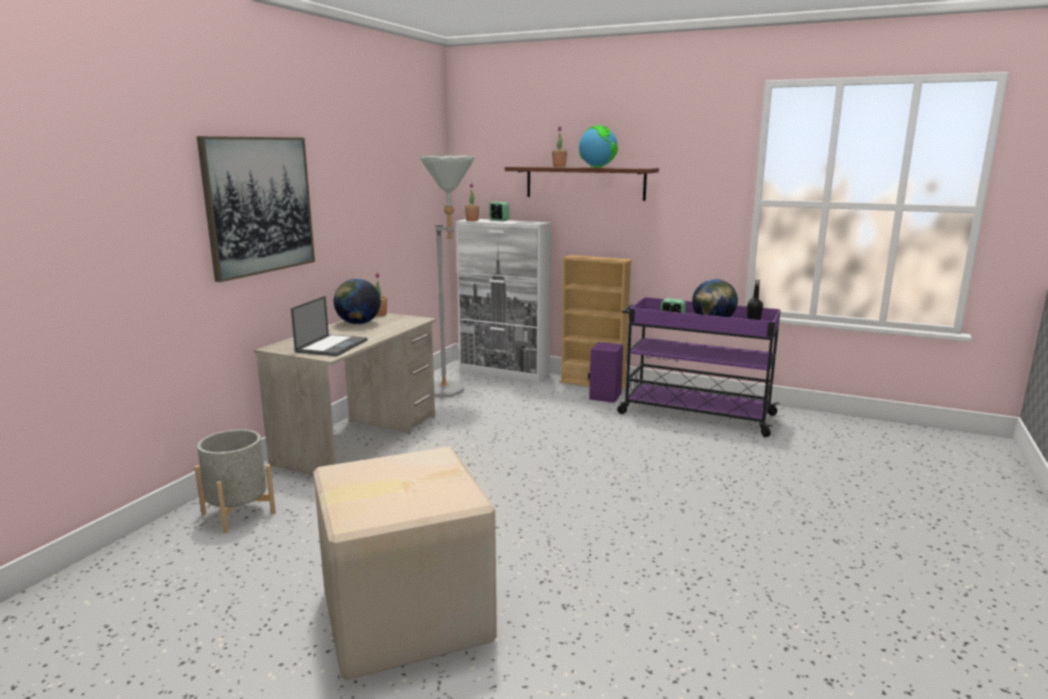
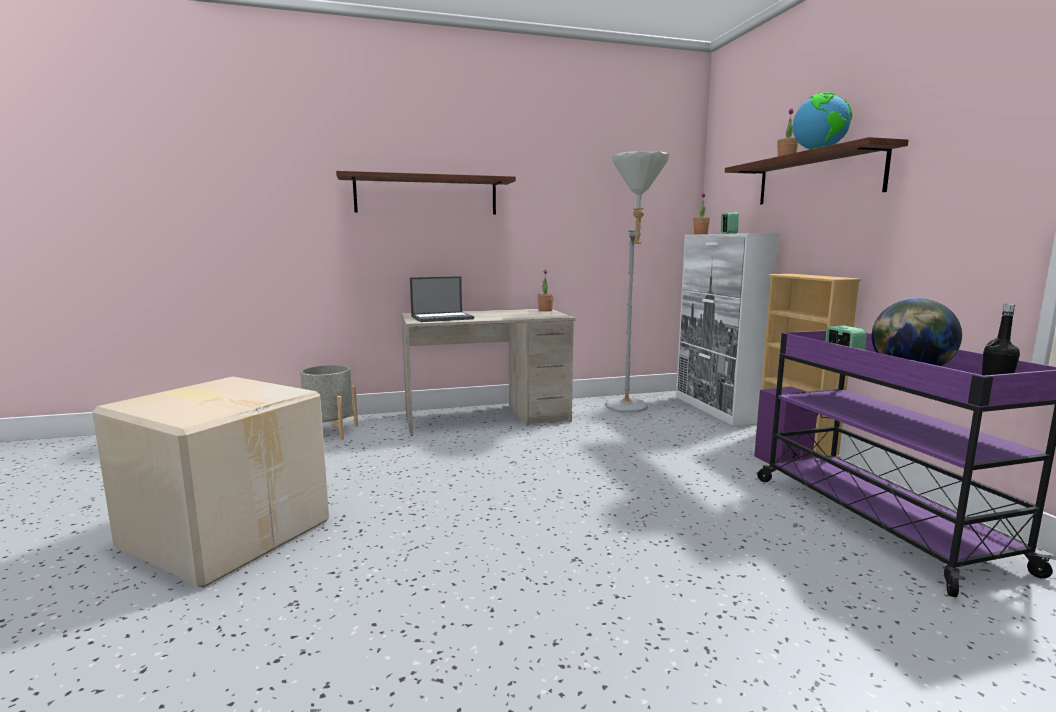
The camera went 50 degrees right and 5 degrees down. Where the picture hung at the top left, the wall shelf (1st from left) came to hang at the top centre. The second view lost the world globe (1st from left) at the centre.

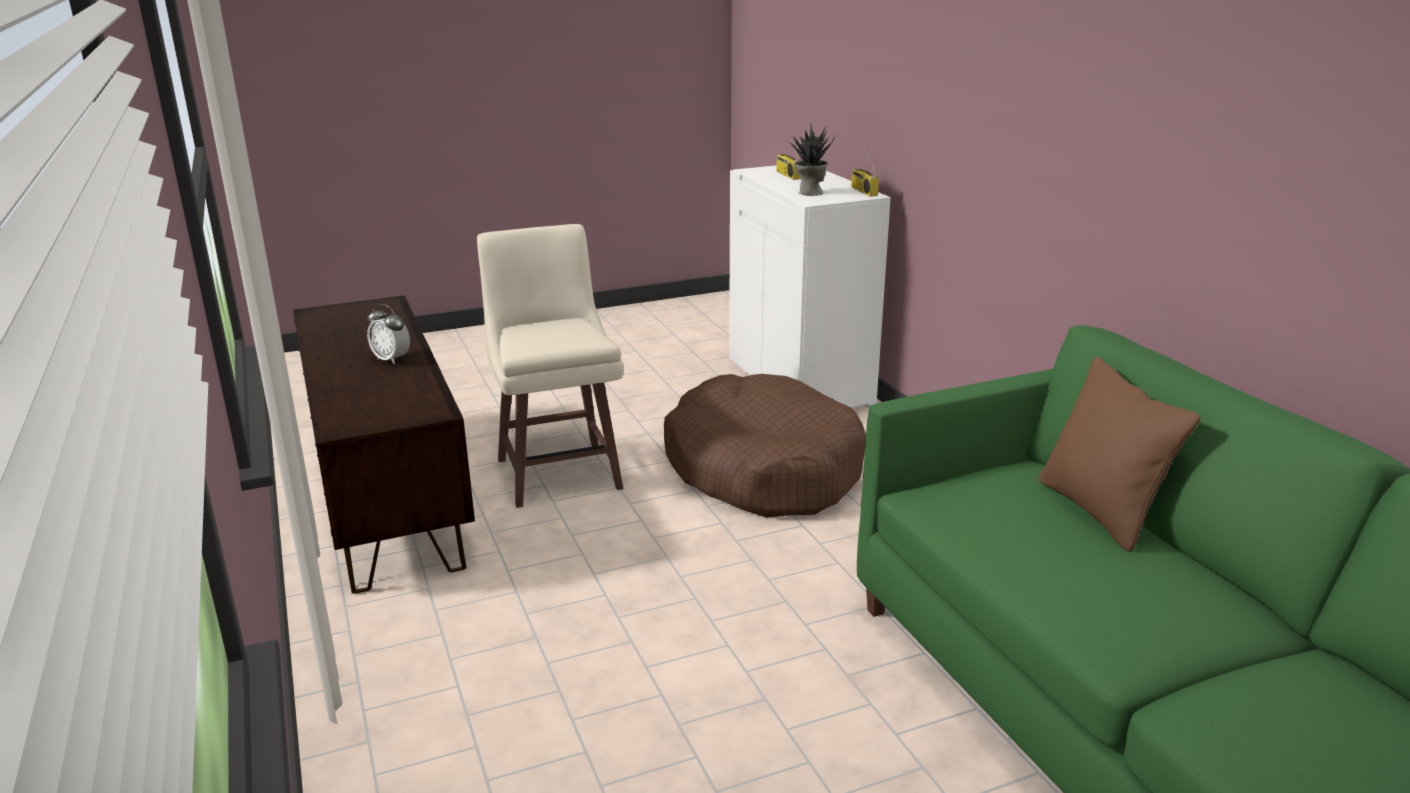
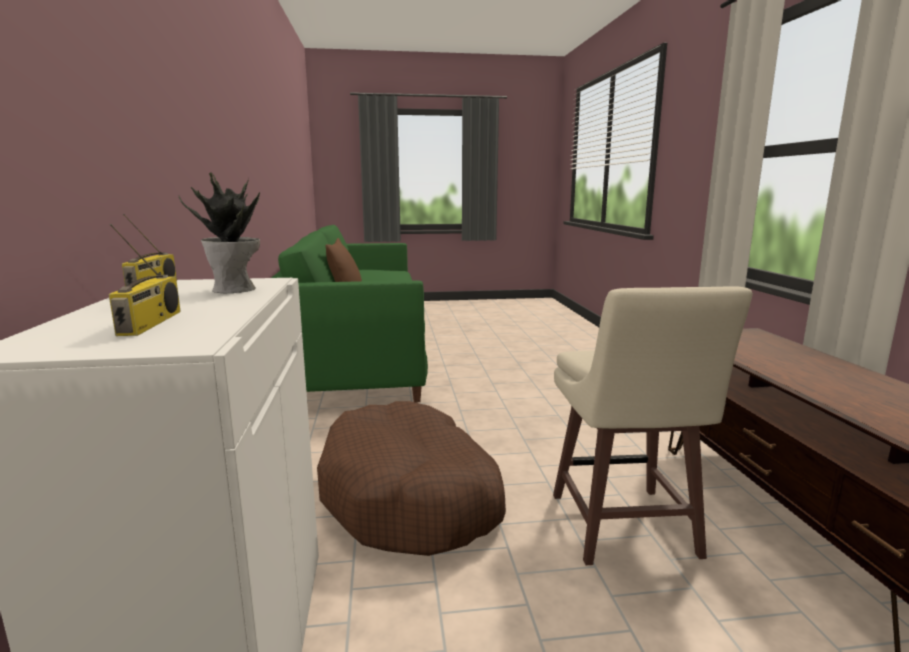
The camera went 165 degrees left and 10 degrees down. The second view lost the bedside clock at the middle left.

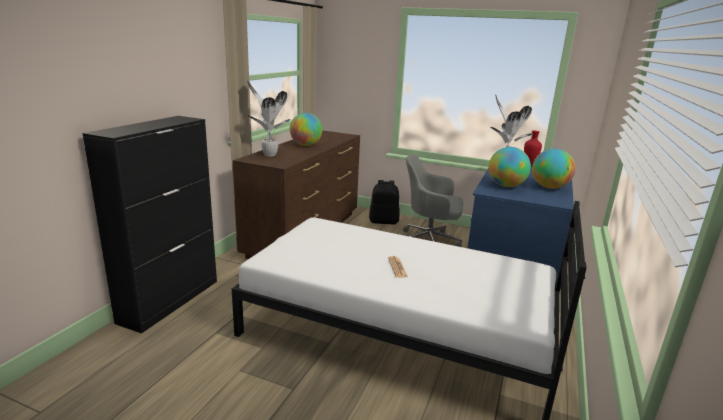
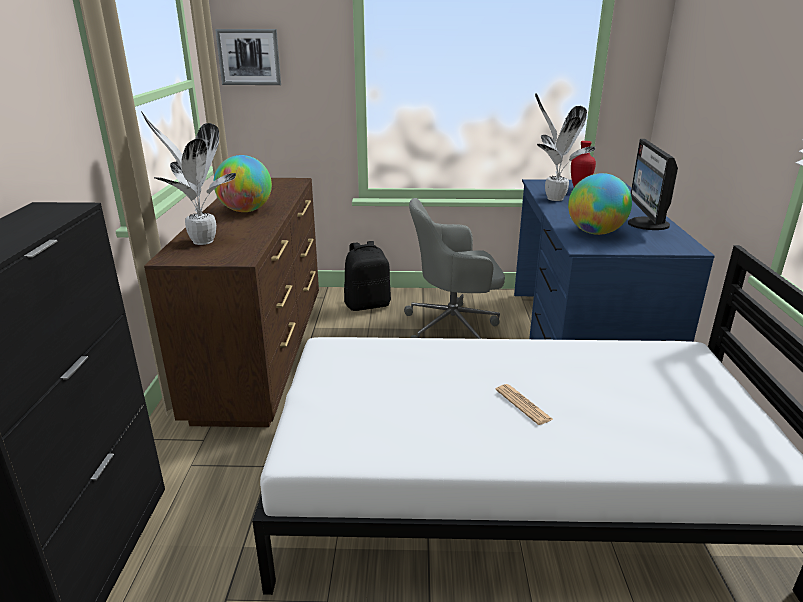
The camera went 20 degrees left and 5 degrees up. Where the world globe (3rd from left) stood at the middle right, the computer screen came to stand at the top right. The second view gained the picture at the top left.

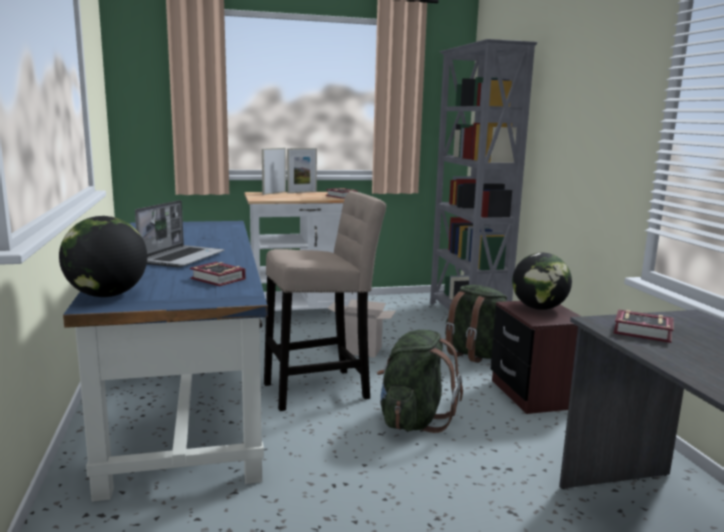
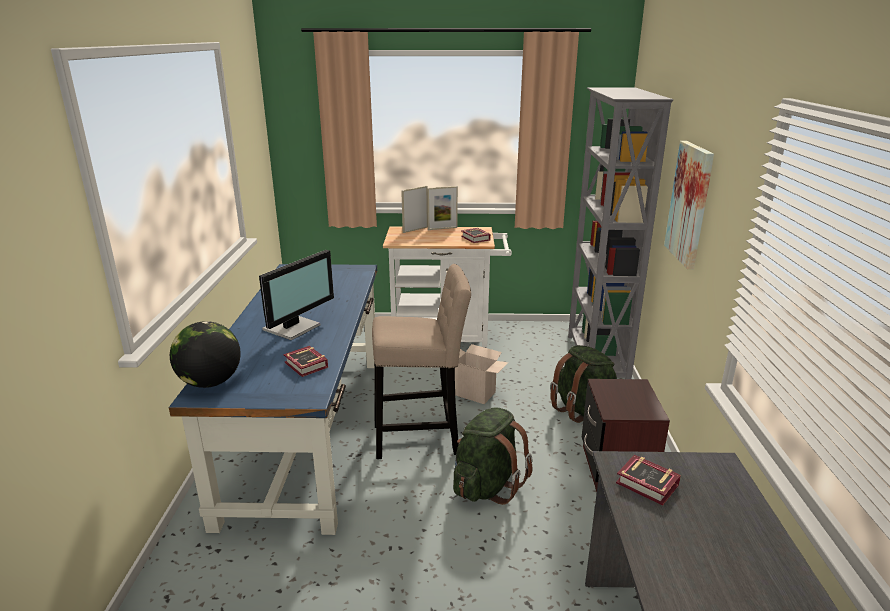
The camera went 15 degrees right and 10 degrees up. Where the portable computer stood at the middle left, the computer screen came to stand at the middle left. The second view lost the world globe (2nd from left) at the middle right. The second view gained the picture at the middle right.

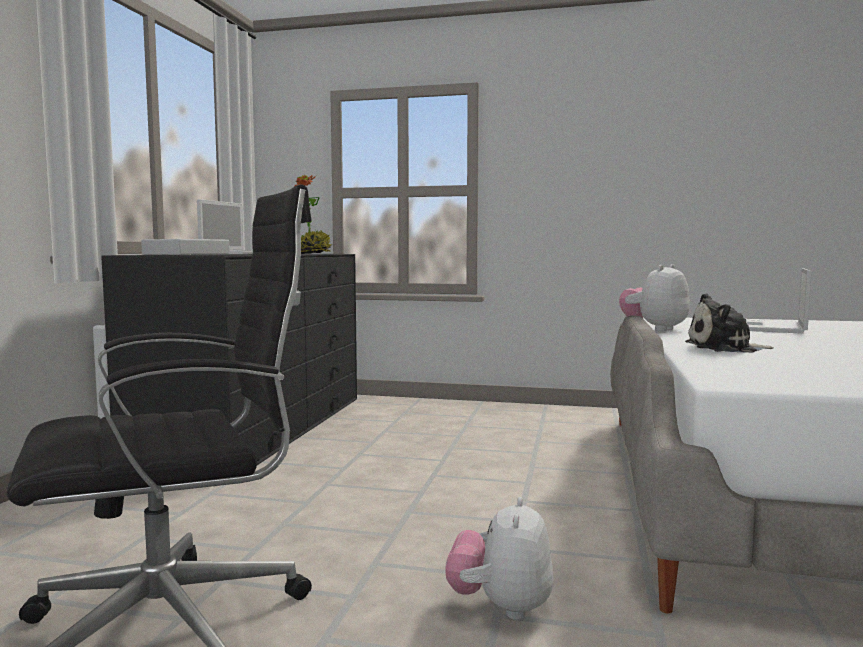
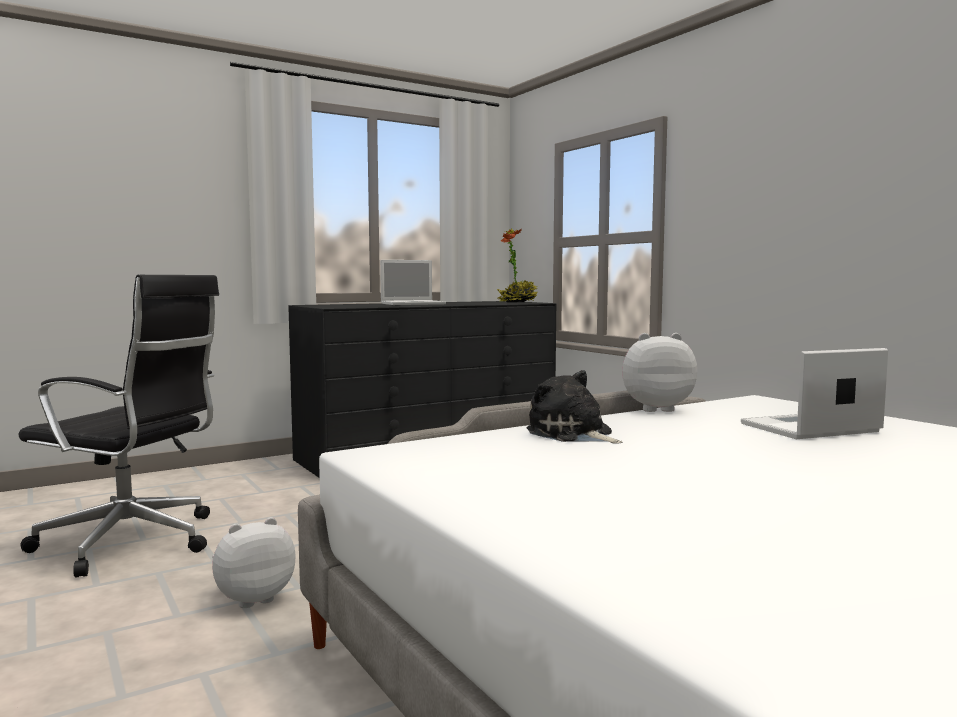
The camera went 45 degrees right and 0 degrees up. The second view lost the gray carrying tray at the middle left.

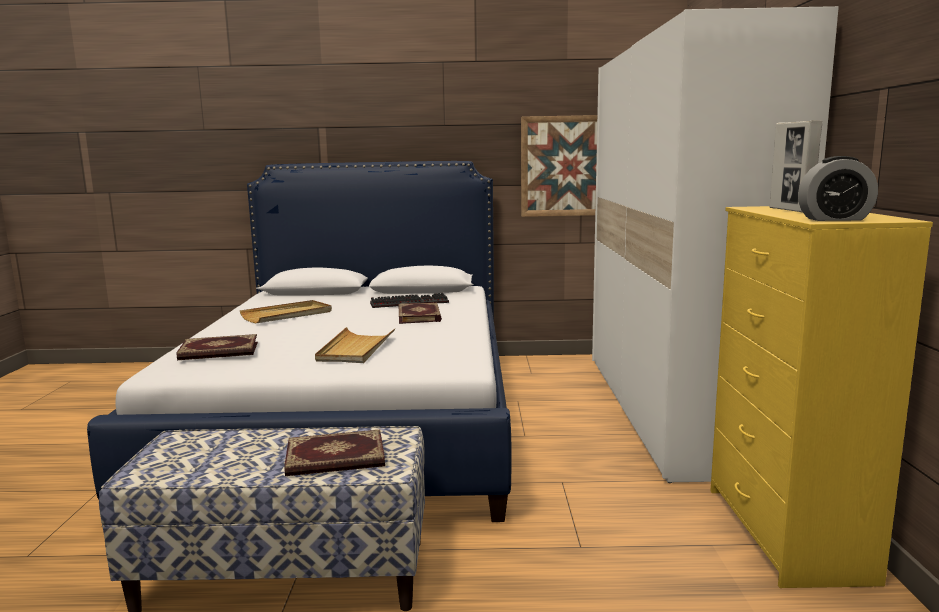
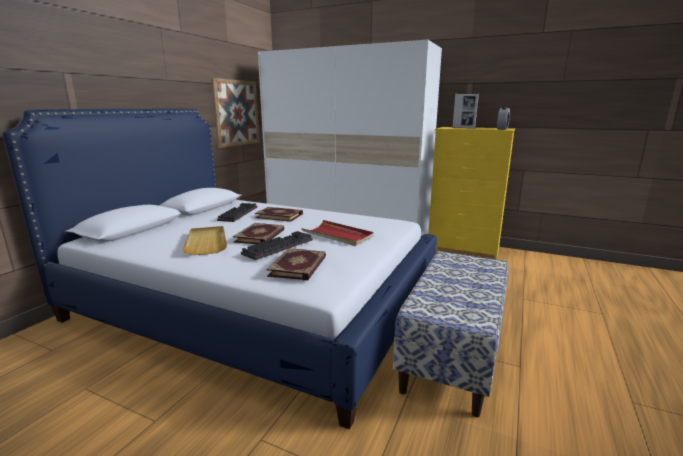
The camera went 65 degrees left and 5 degrees up. What was the beige-coloured carrying tray (2nd from left) at the centre turned into the reddish carrying tray at the centre. The volume (2nd from left in the first image) ended up elsewhere, having gone from the bottom centre to the centre. The second view gained the computer keyboard (2nd from left) at the centre.

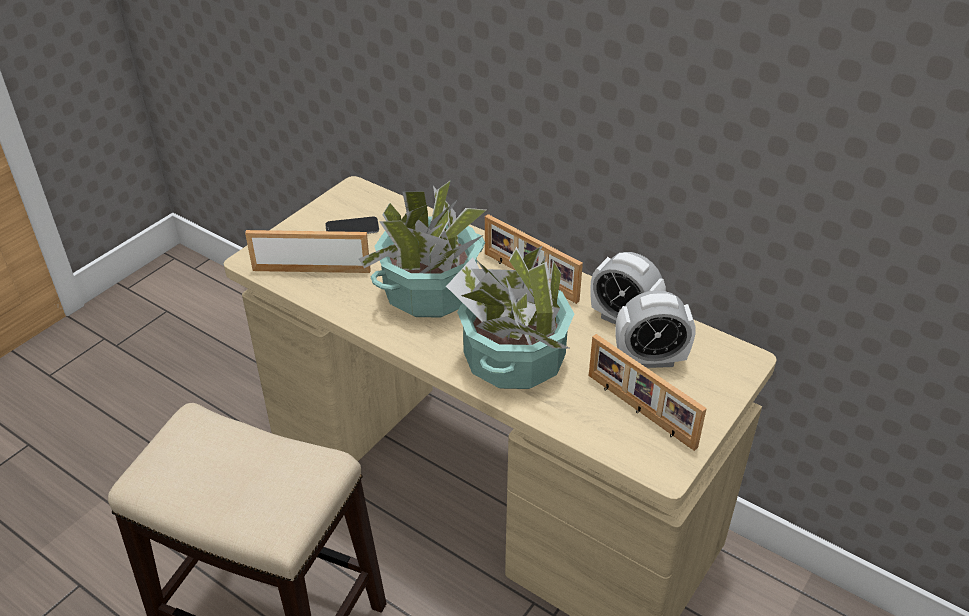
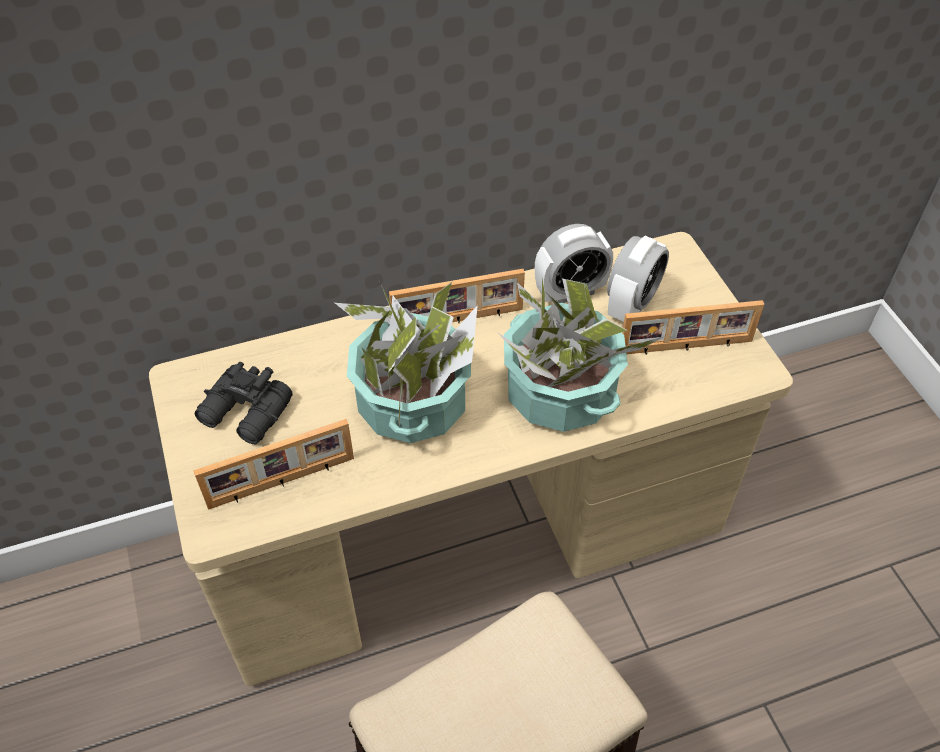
The camera went 55 degrees left and 10 degrees up. Where the telephone stood at the centre, the blackish pair of binoculars came to stand at the middle left. The photo frame (1st from left) at the middle left ended up facing another way, 150 degrees counterclockwise from before.

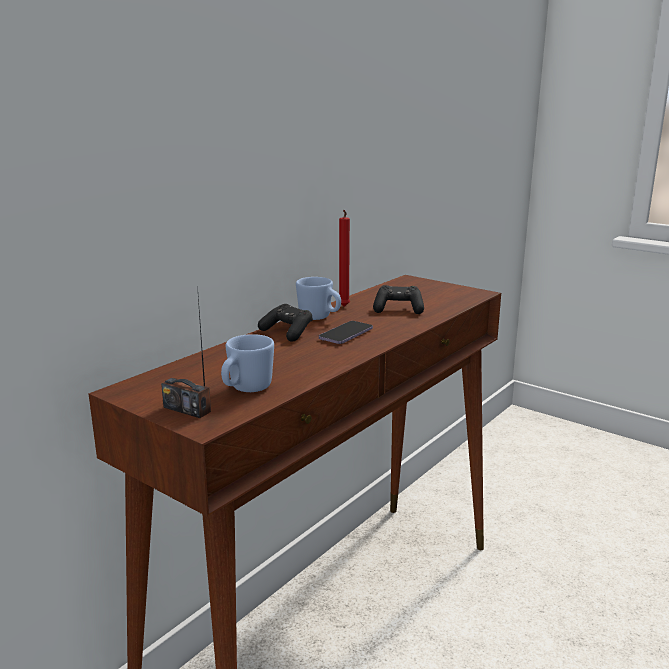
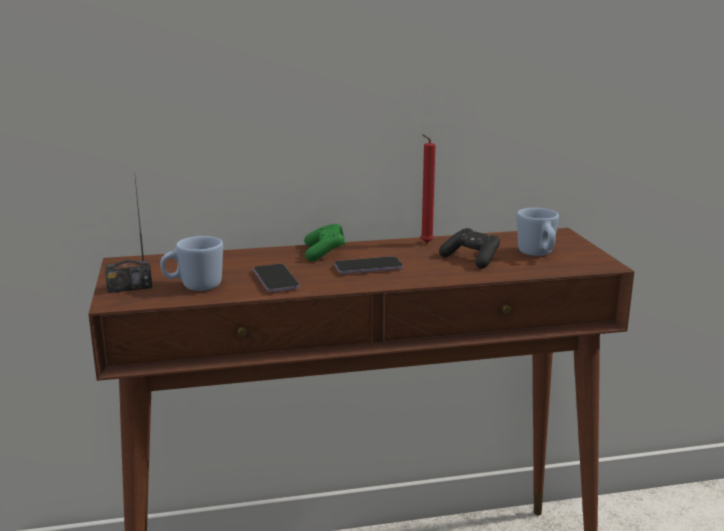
The camera went 40 degrees right and 0 degrees up. The bluish coffee mug (2nd from left) ended up elsewhere, having gone from the centre to the middle right. The radio receiver at the middle left ended up facing another way, 90 degrees counterclockwise from before. What was the blackish gamepad (1st from left) at the centre turned into the green-coloured gamepad at the centre. The second view gained the telephone (1st from left) at the centre.

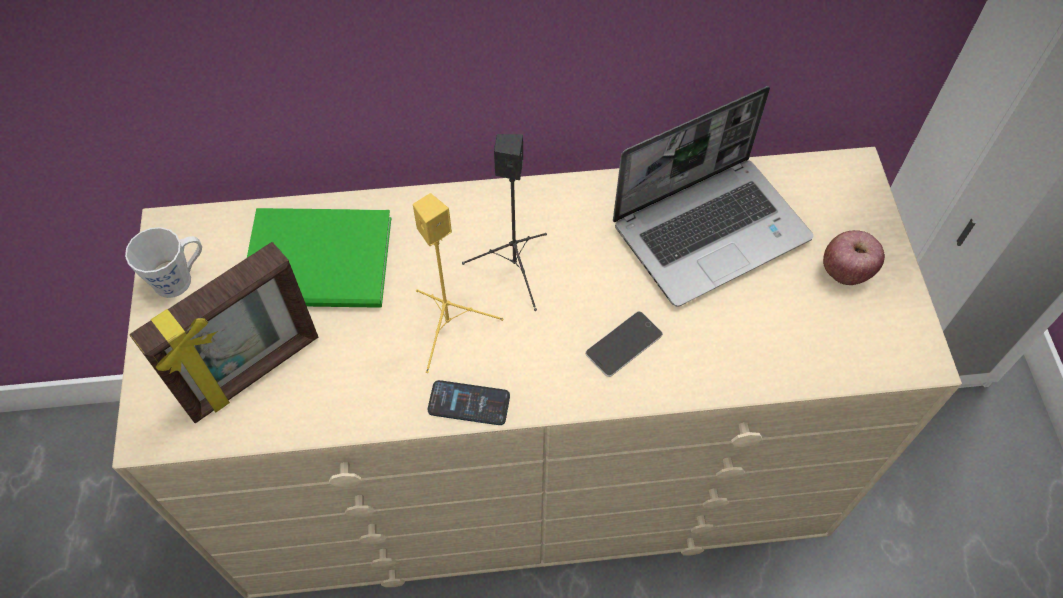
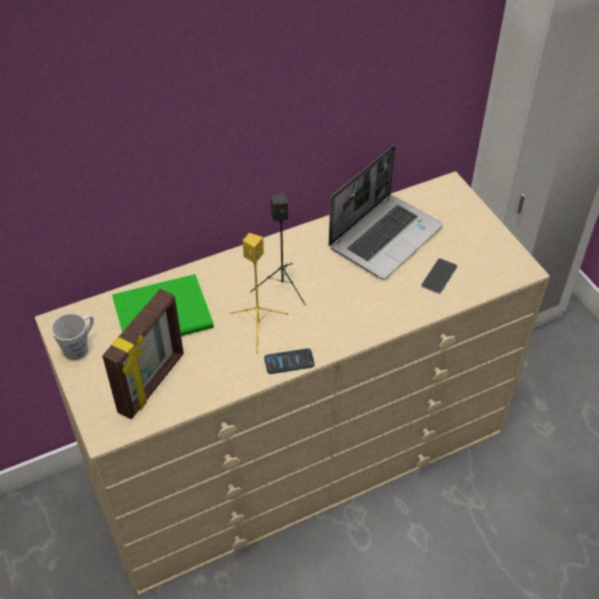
The camera went 20 degrees left and 10 degrees down. The second view lost the whole apple at the middle right. The telephone (2nd from left) ended up elsewhere, having gone from the centre to the middle right.

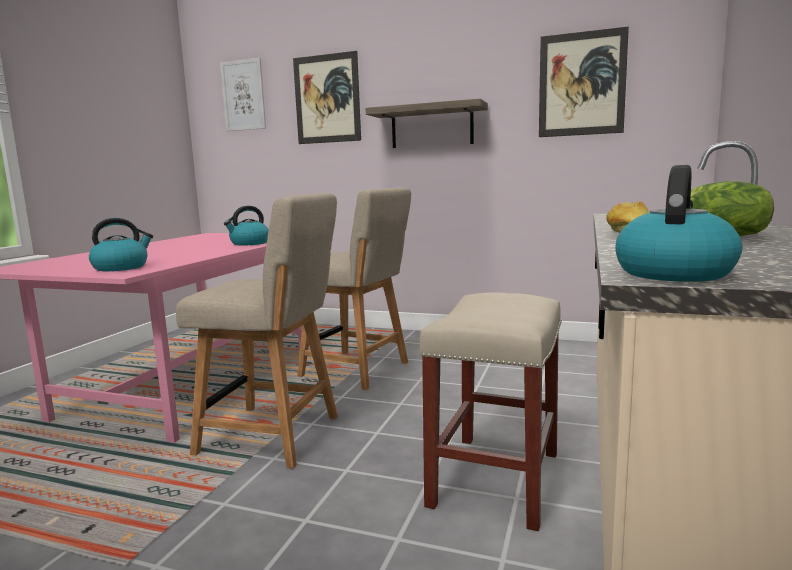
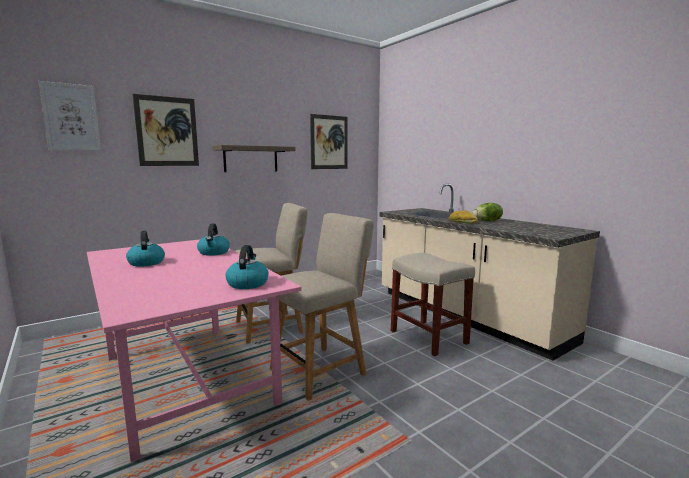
The camera went 55 degrees left and 0 degrees up. The water kettle (3rd from left in the first image) ended up elsewhere, having gone from the middle right to the middle left.

